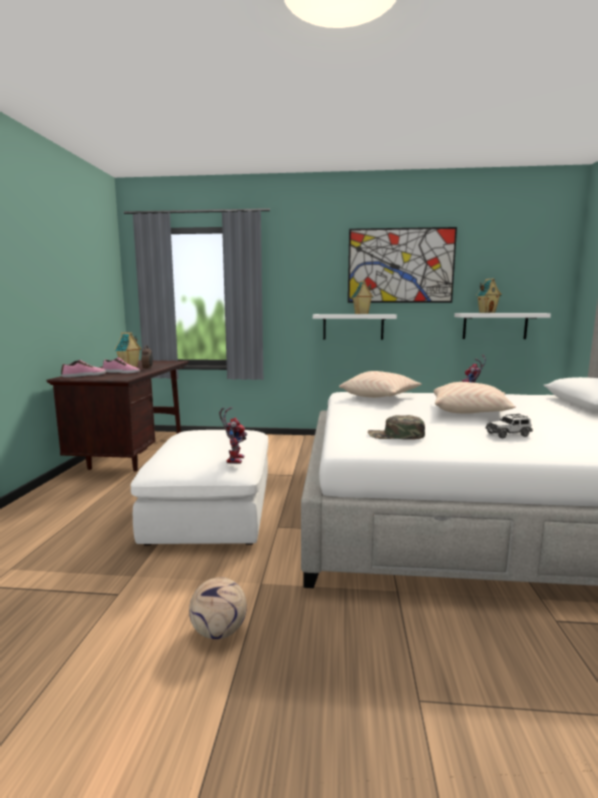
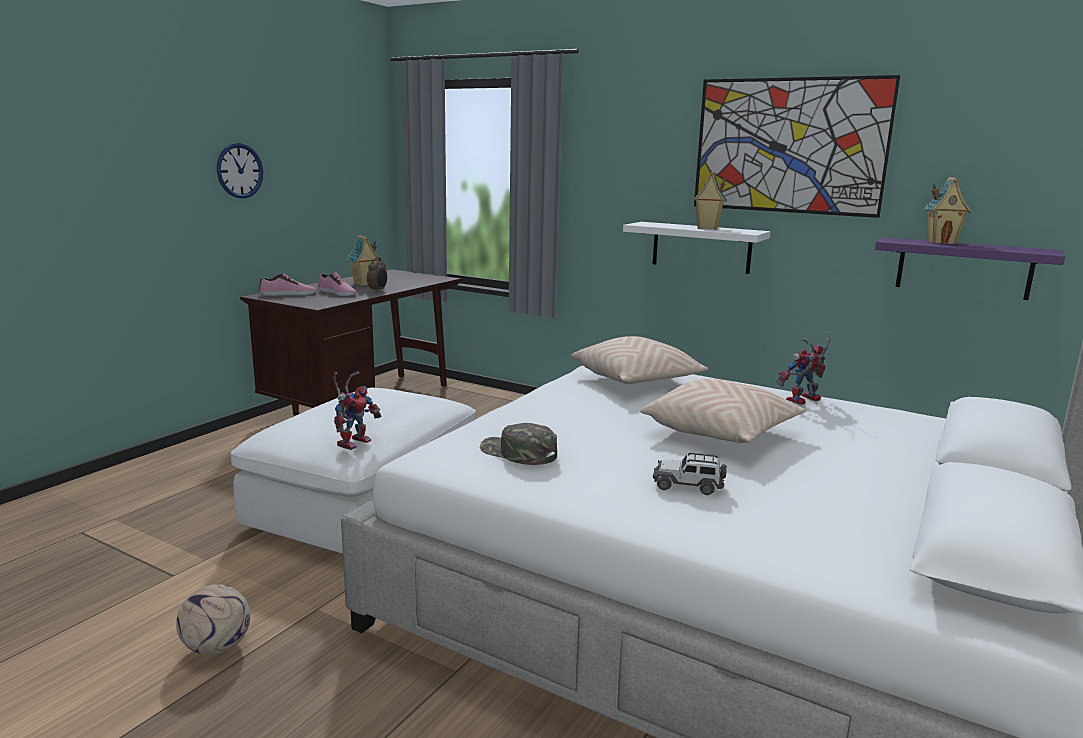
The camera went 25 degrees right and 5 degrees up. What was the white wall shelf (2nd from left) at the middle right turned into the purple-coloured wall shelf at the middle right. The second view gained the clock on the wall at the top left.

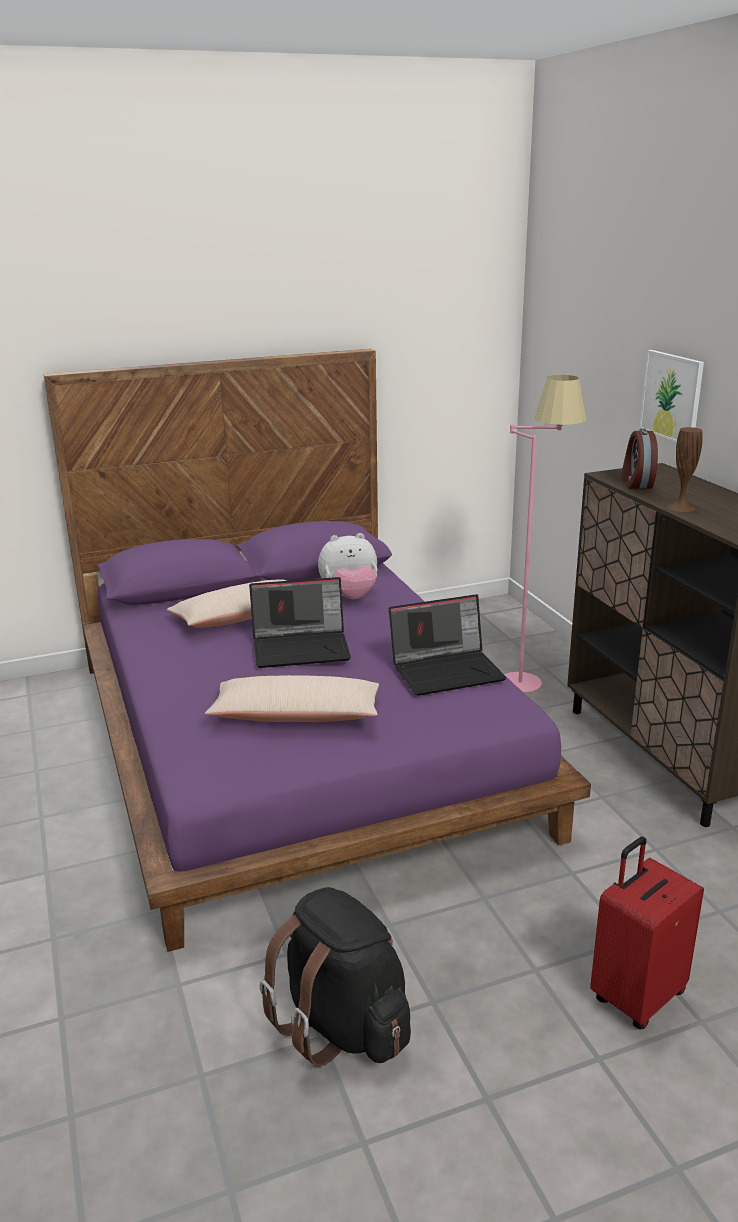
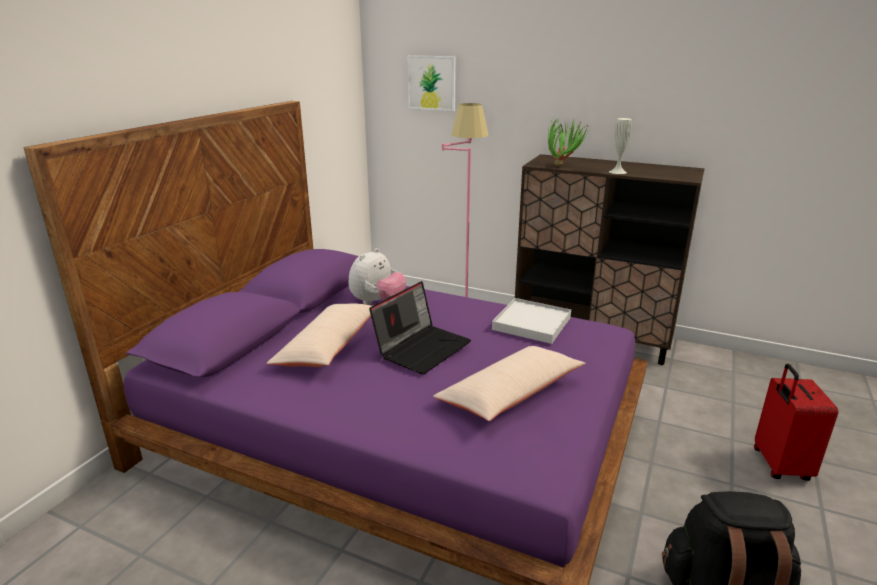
The camera went 45 degrees left and 0 degrees up. The picture ended up elsewhere, having gone from the top right to the top centre. What was the brown vase at the middle right turned into the white vase at the top right. Where the bedside clock stood at the middle right, the potted plant came to stand at the top centre. Where the portable computer (2nd from left) stood at the centre, the white carrying tray came to stand at the centre.

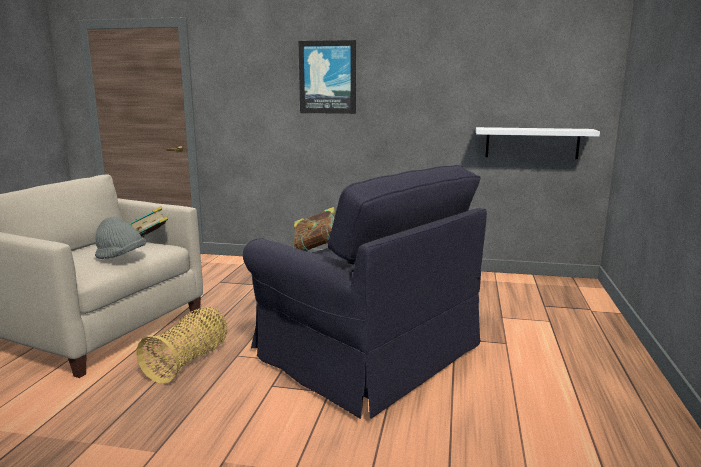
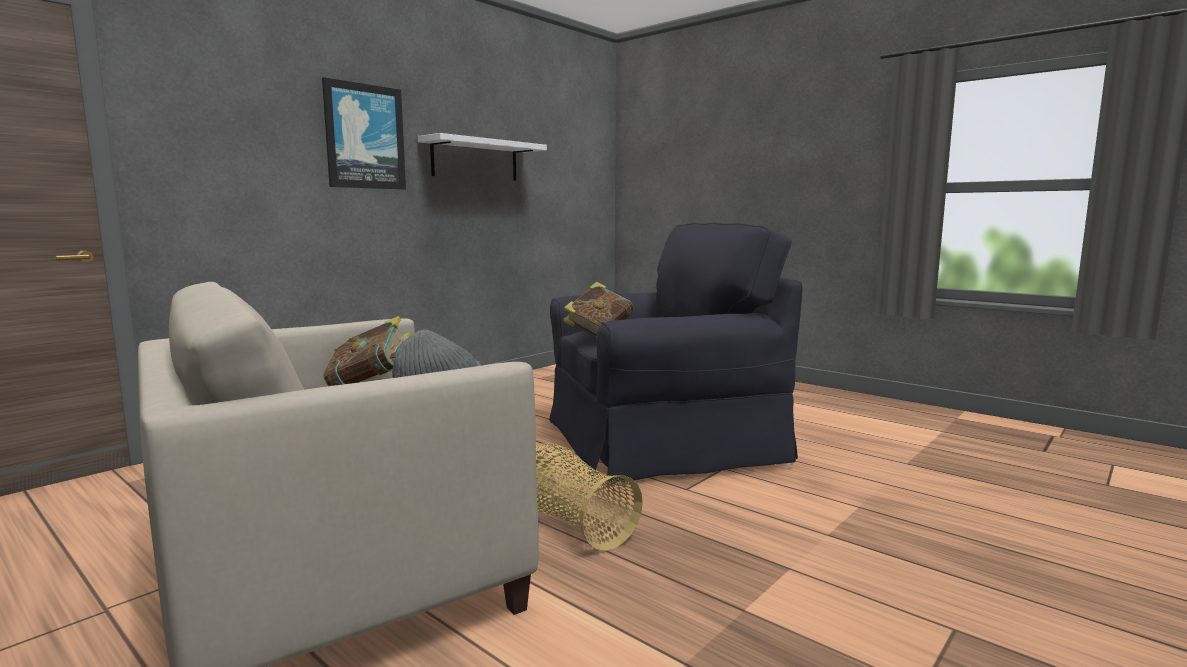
The camera went 60 degrees left and 5 degrees down. The white wall shelf ended up elsewhere, having gone from the top right to the top centre.

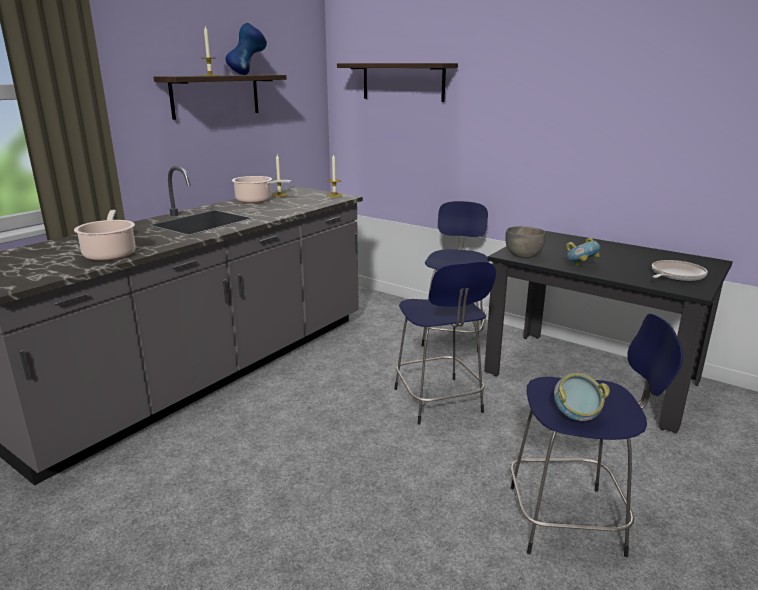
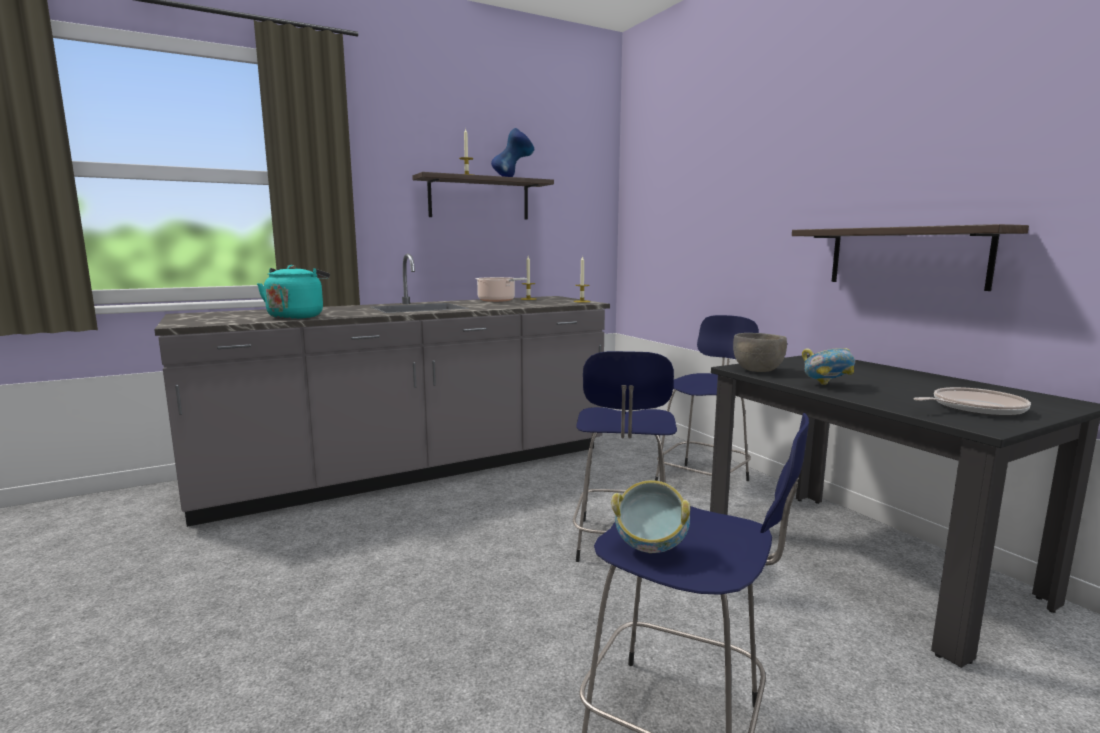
The camera went 25 degrees right and 10 degrees down. The wall shelf (2nd from left) ended up elsewhere, having gone from the top centre to the middle right. Where the cooking pot (1st from left) stood at the middle left, the turquoise-coloured water kettle came to stand at the middle left.

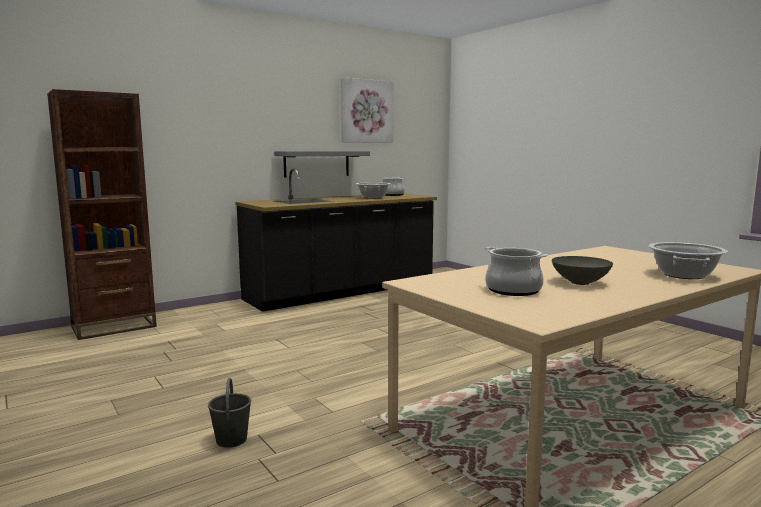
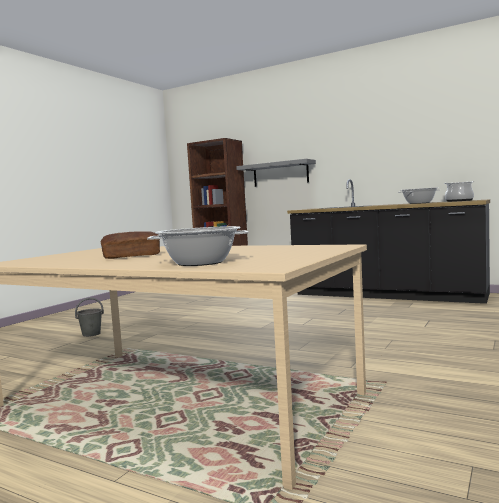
The camera went 65 degrees right and 5 degrees down. The second view lost the picture at the top centre. The gray wall shelf ended up elsewhere, having gone from the top centre to the centre. The second view lost the cooking pot (3rd from left) at the middle right. Where the gray deep dish stood at the middle right, the bakery bread came to stand at the middle left.

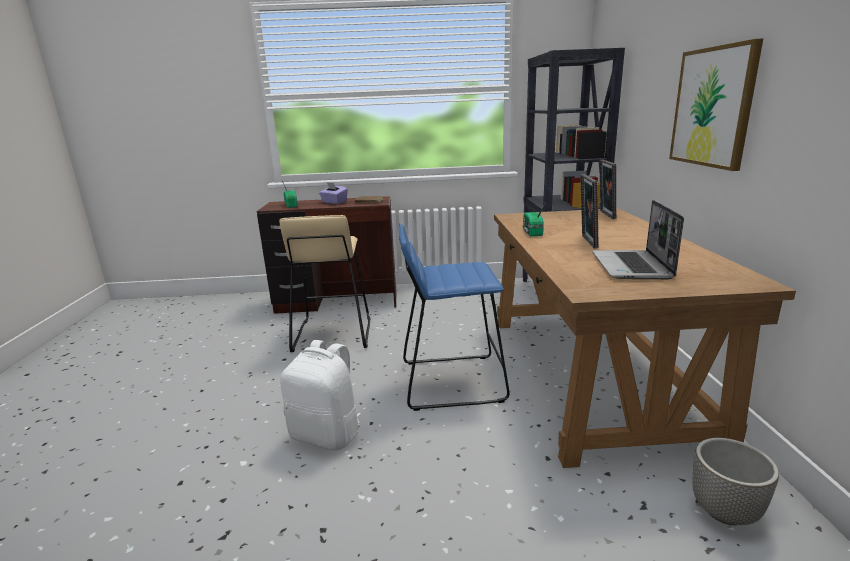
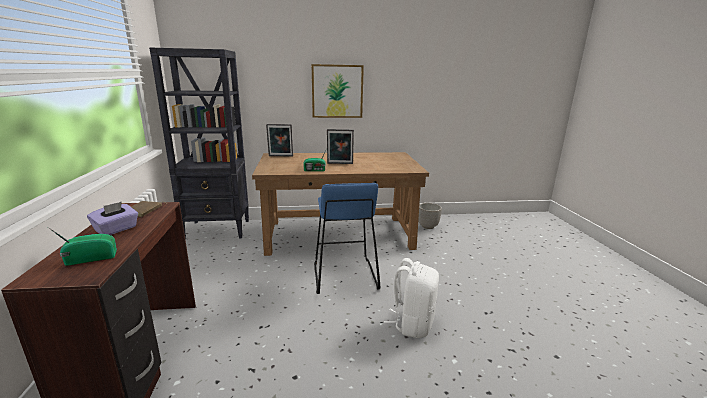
The camera went 95 degrees left and 0 degrees up. The second view lost the portable computer at the middle right. The second view lost the beige-coloured stool seat at the centre.

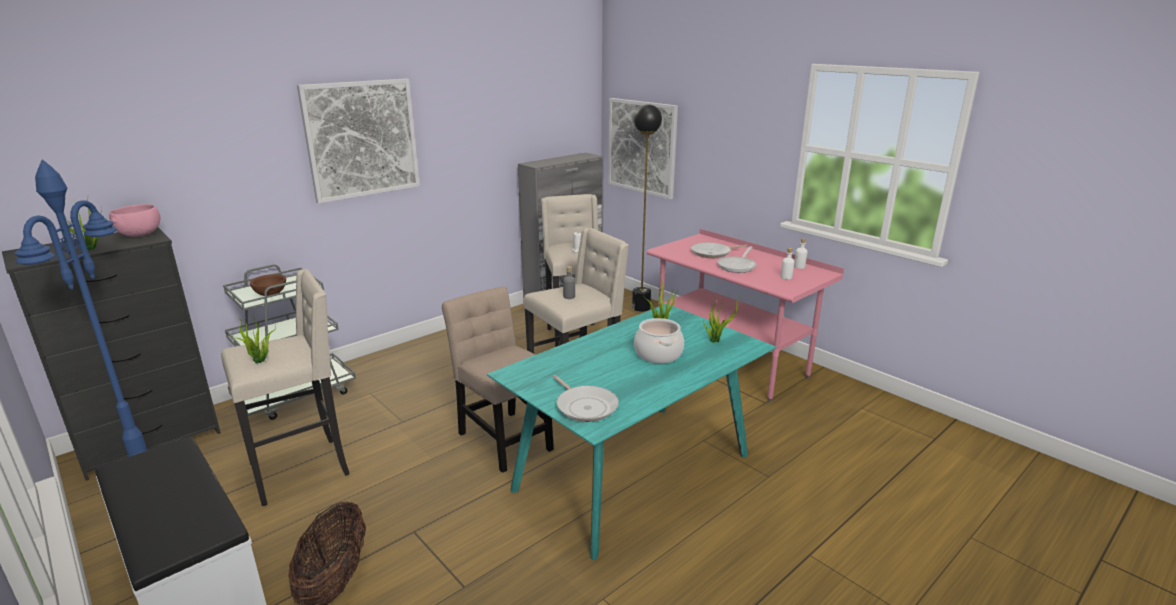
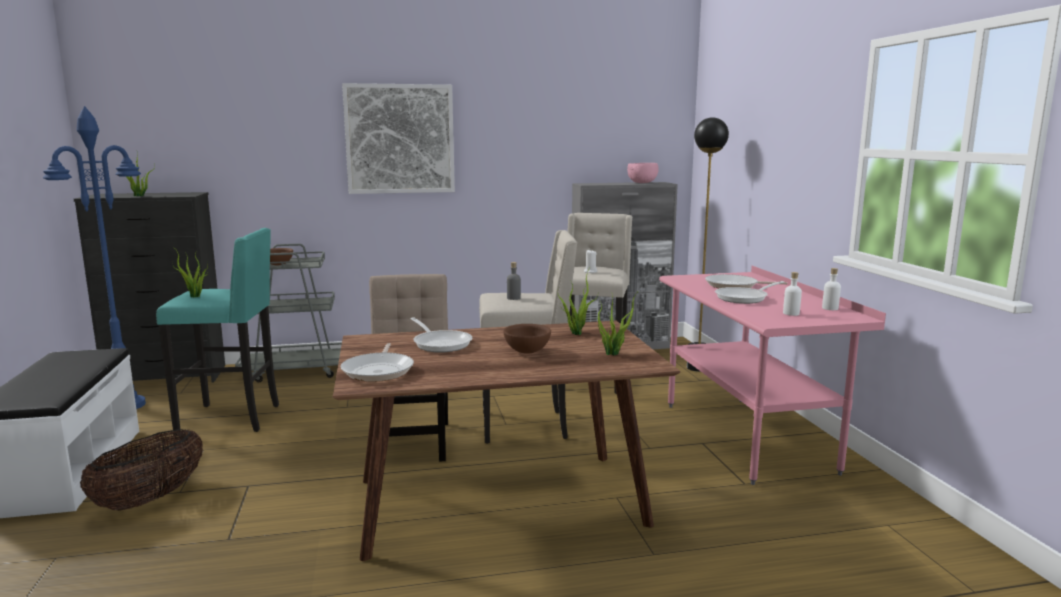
The camera went 30 degrees right and 10 degrees down. The second view lost the picture (2nd from left) at the top centre. The pinkish deep dish ended up elsewhere, having gone from the middle left to the top centre. What was the beige-coloured stool seat (1st from left) at the middle left turned into the turquoise-coloured stool seat at the middle left. What was the turquoise-coloured dining table at the bottom centre turned into the brown dining table at the bottom centre. Where the cooking pot stood at the centre, the brown deep dish (2nd from left) came to stand at the centre. The second view gained the frying pan (2nd from left) at the centre.

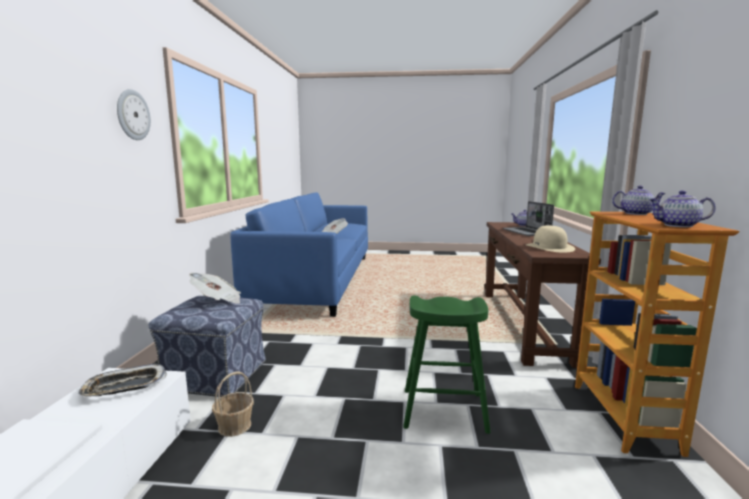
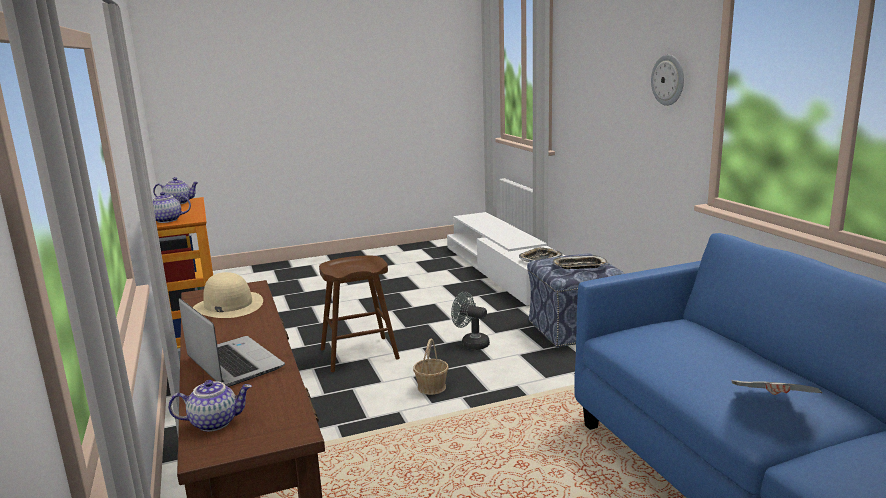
The camera went 155 degrees right and 5 degrees up. Where the daily paper (1st from left) stood at the middle left, the carrying tray (2nd from left) came to stand at the centre. What was the green-coloured stool seat at the bottom centre turned into the brown stool seat at the centre. The storage basket ended up elsewhere, having gone from the bottom left to the bottom centre. The second view gained the gray electric fan at the centre.

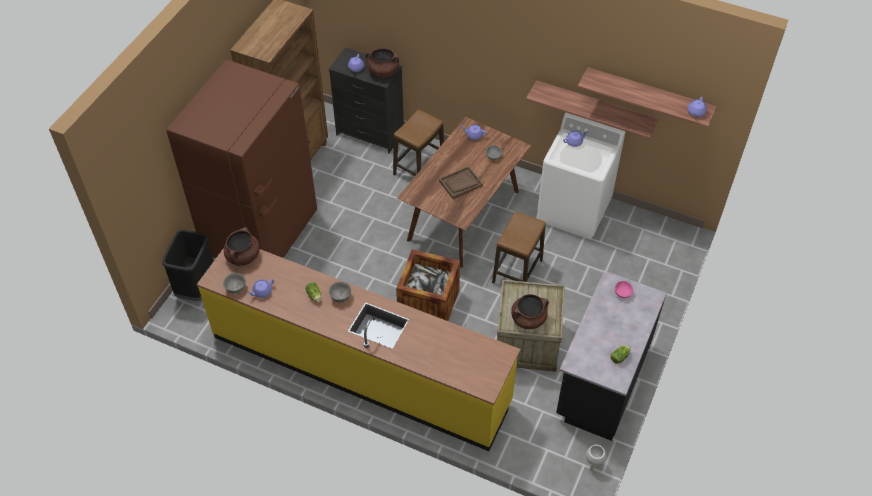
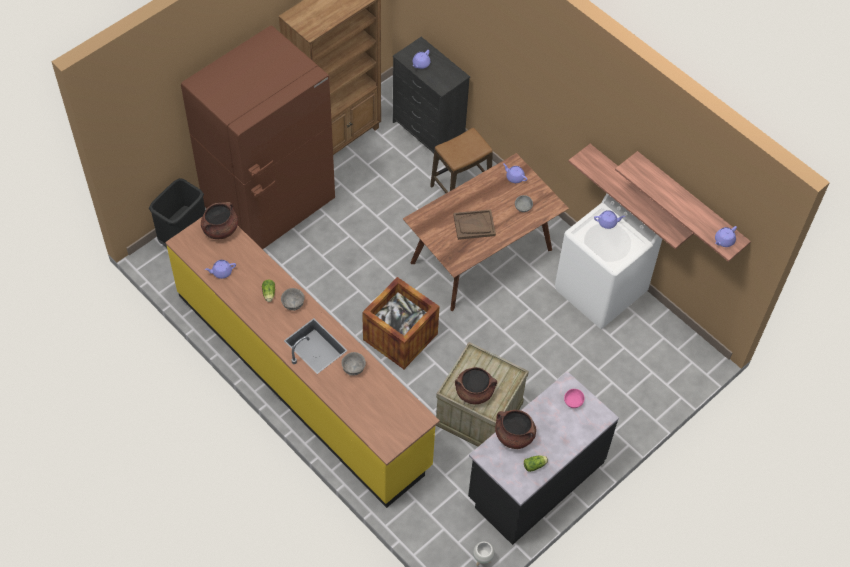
The camera went 20 degrees right and 5 degrees up. The brown cooking pot (2nd from left in the first image) ended up elsewhere, having gone from the top centre to the bottom centre. The second view lost the stool seat (2nd from left) at the centre. The gray deep dish (1st from left in the first image) ended up elsewhere, having gone from the middle left to the centre.

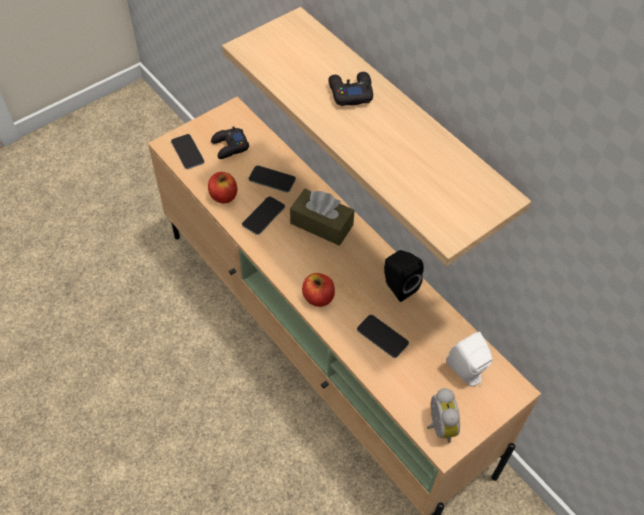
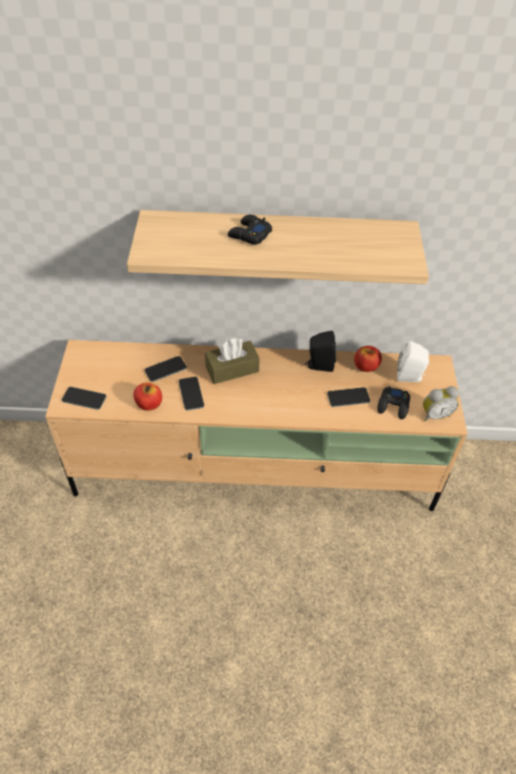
The camera went 50 degrees left and 5 degrees down. The blackish gamepad (1st from left in the first image) ended up elsewhere, having gone from the top centre to the middle right. The whole apple (2nd from left) ended up elsewhere, having gone from the centre to the middle right. The bedside clock at the bottom right ended up facing another way, 135 degrees clockwise from before.

